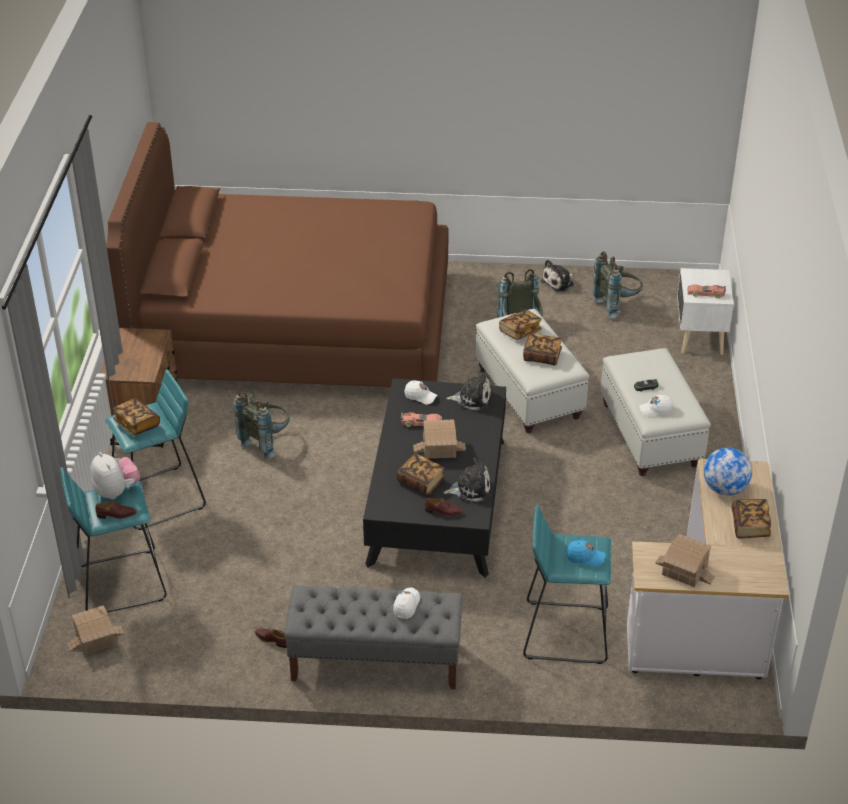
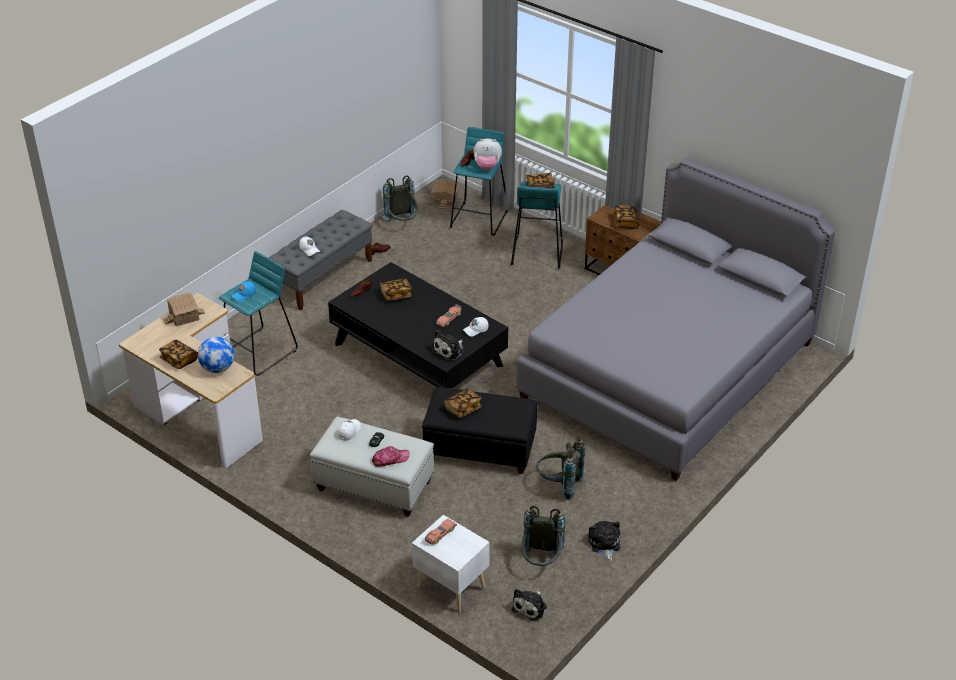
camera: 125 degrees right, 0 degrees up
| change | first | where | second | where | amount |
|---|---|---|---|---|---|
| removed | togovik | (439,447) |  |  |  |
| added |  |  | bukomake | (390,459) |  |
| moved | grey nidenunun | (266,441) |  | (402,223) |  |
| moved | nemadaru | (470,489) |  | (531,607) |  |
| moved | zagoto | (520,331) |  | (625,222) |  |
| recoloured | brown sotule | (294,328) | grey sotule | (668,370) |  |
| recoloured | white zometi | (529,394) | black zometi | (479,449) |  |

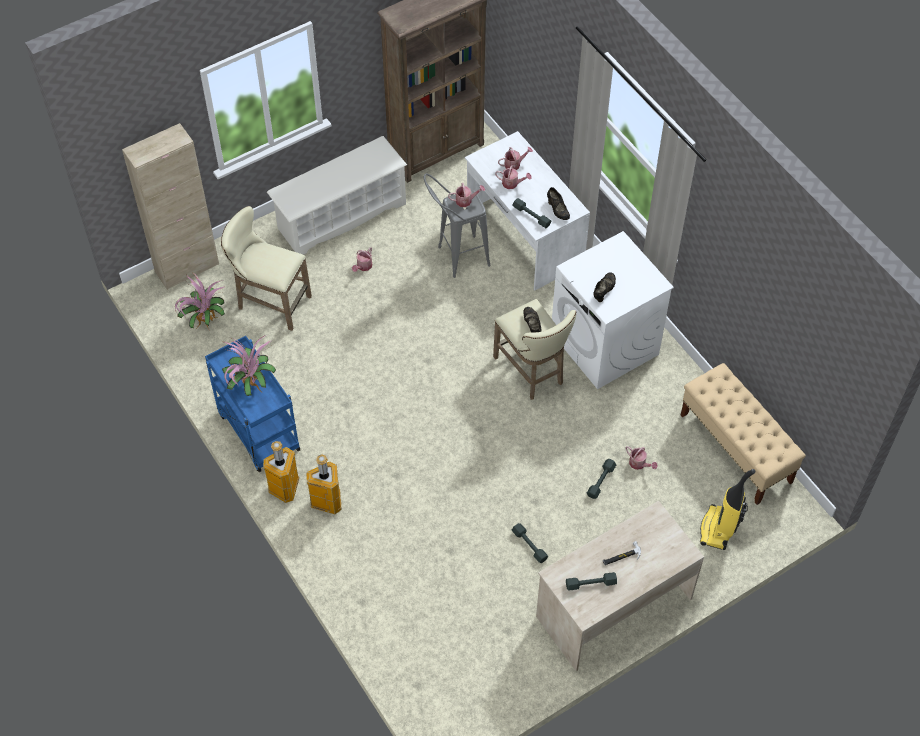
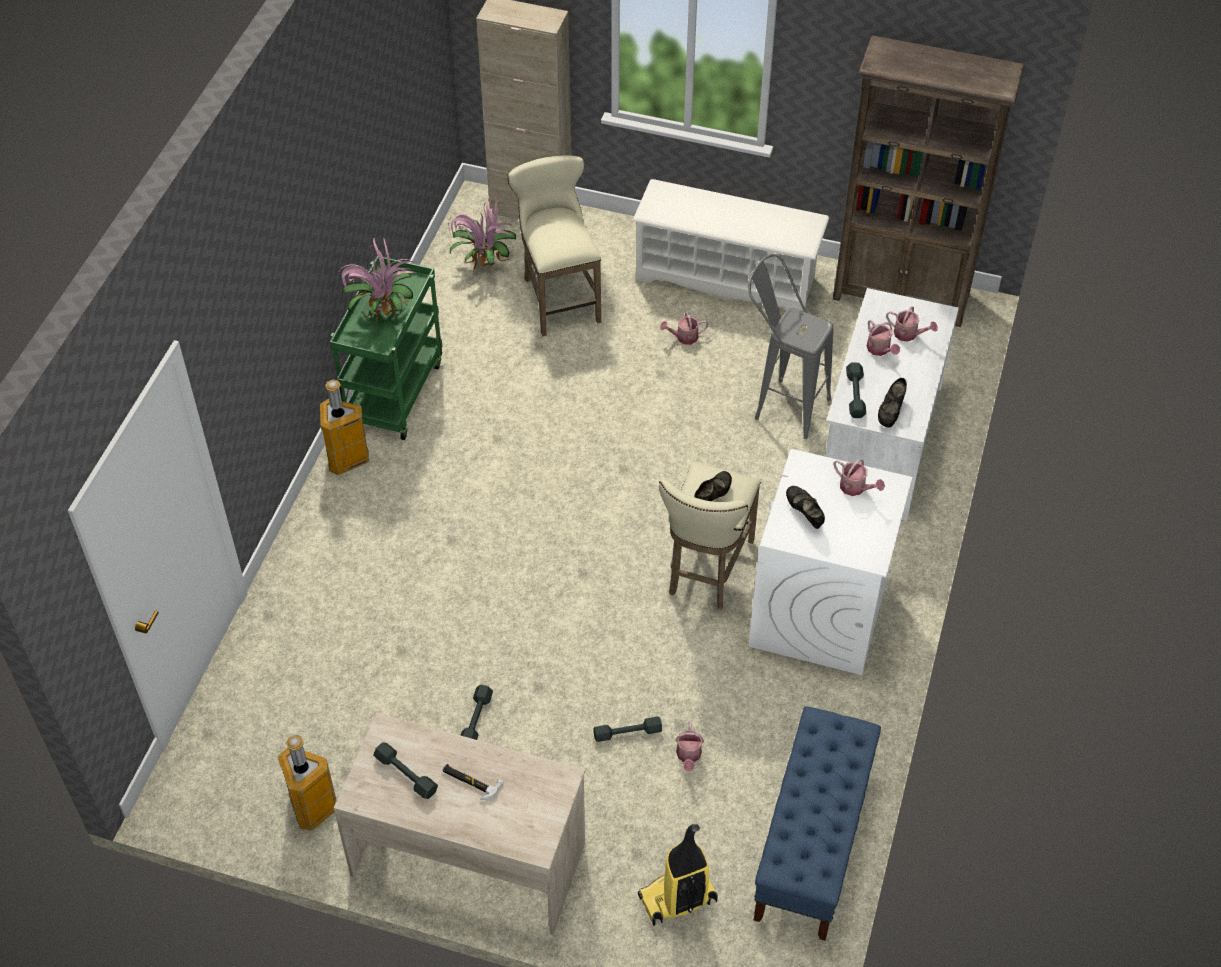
camera: 50 degrees right, 5 degrees down
| change | first | where | second | where | amount |
|---|---|---|---|---|---|
| moved | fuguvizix | (327,502) |  | (311,807) |  |
| moved | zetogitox | (466,200) |  | (855,488) |  |
| recoloured | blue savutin | (257,431) | green savutin | (394,392) |  |
| recoloured | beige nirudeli | (736,448) | blue nirudeli | (812,844) |  |
| turned | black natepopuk | (604,291) |  | (804,513) | 105 degrees counterclockwise |

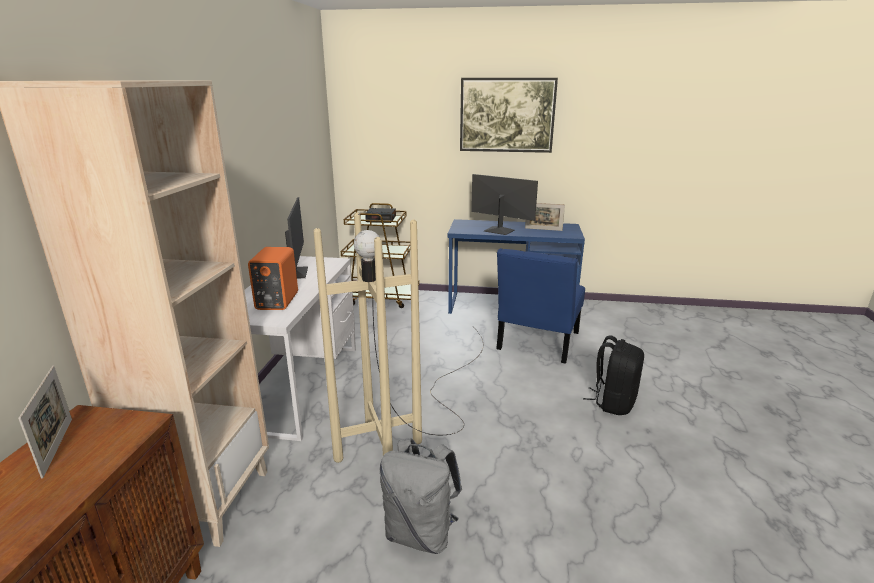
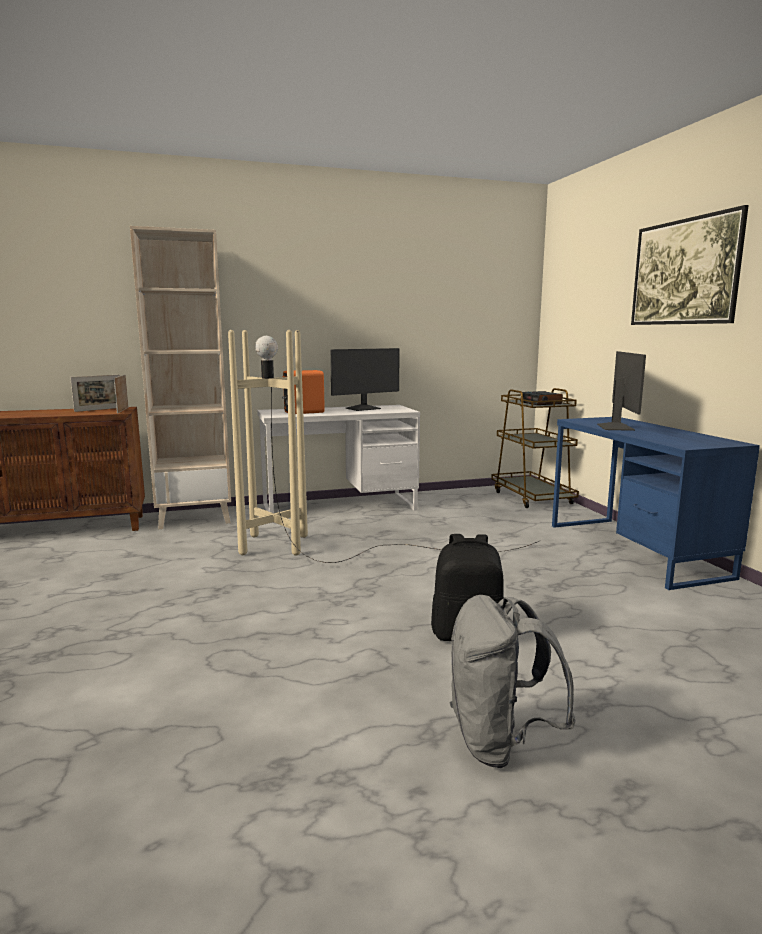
camera: 65 degrees right, 10 degrees down
| change | first | where | second | where | amount |
|---|---|---|---|---|---|
| removed | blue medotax | (536,343) |  |  |  |
| moved | grey nidenunun | (421,533) |  | (500,742) |  |
| moved | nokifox | (543,229) |  | (123,410) |  |

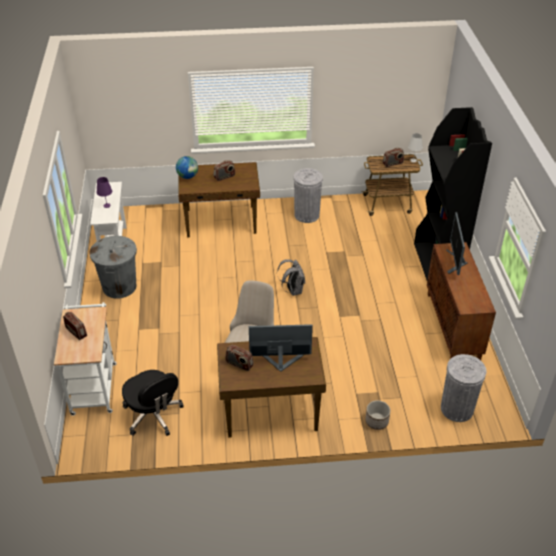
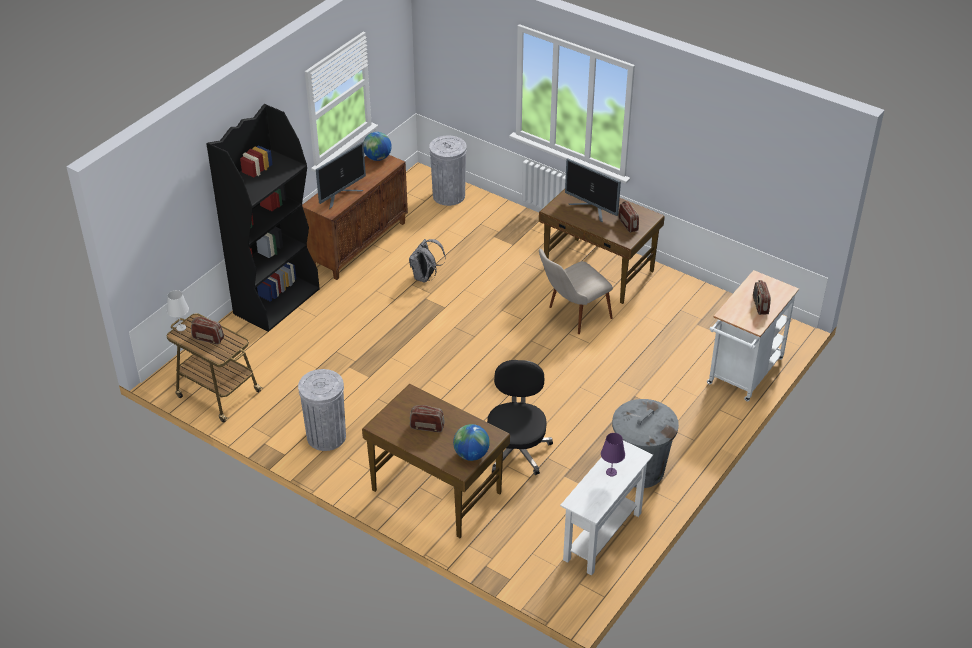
camera: 140 degrees left, 0 degrees up
| change | first | where | second | where | amount |
|---|---|---|---|---|---|
| removed | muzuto | (376,421) |  |  |  |
| added |  |  | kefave | (377,158) |  |
| moved | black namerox | (153,415) |  | (516,449) |  |
| moved | grey nidenunun | (293,290) |  | (425,277) |  |

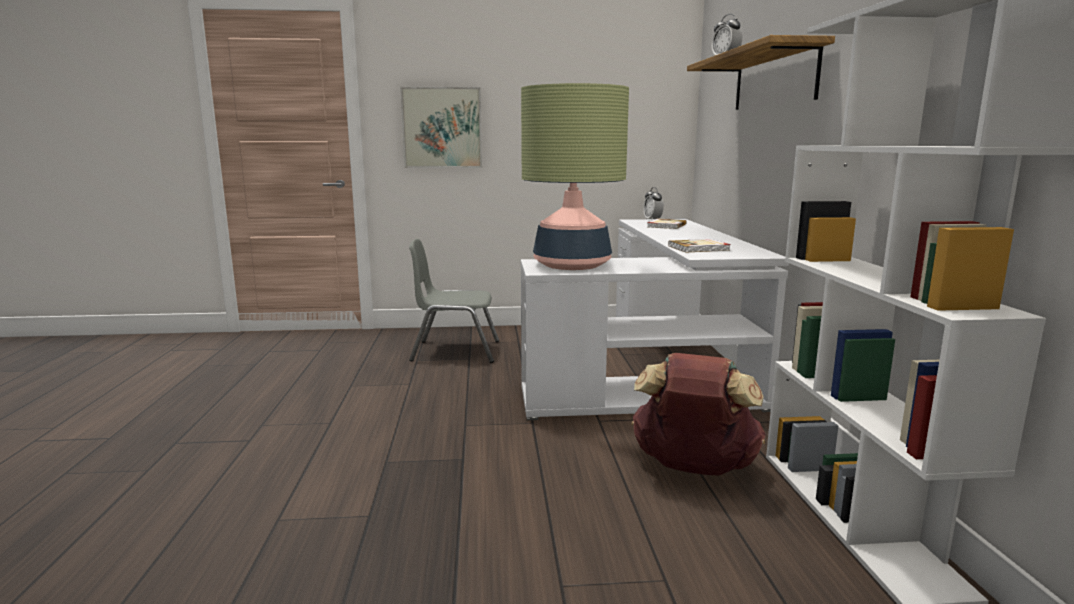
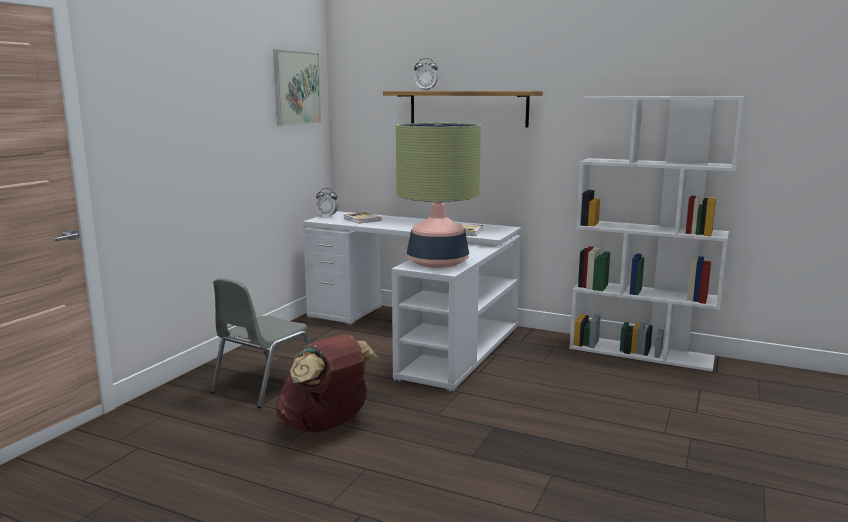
camera: 60 degrees left, 0 degrees up
| change | first | where | second | where | amount |
|---|---|---|---|---|---|
| moved | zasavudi | (442,128) |  | (296,88) |  |
| moved | brown nidenunun | (693,468) |  | (326,425) |  |

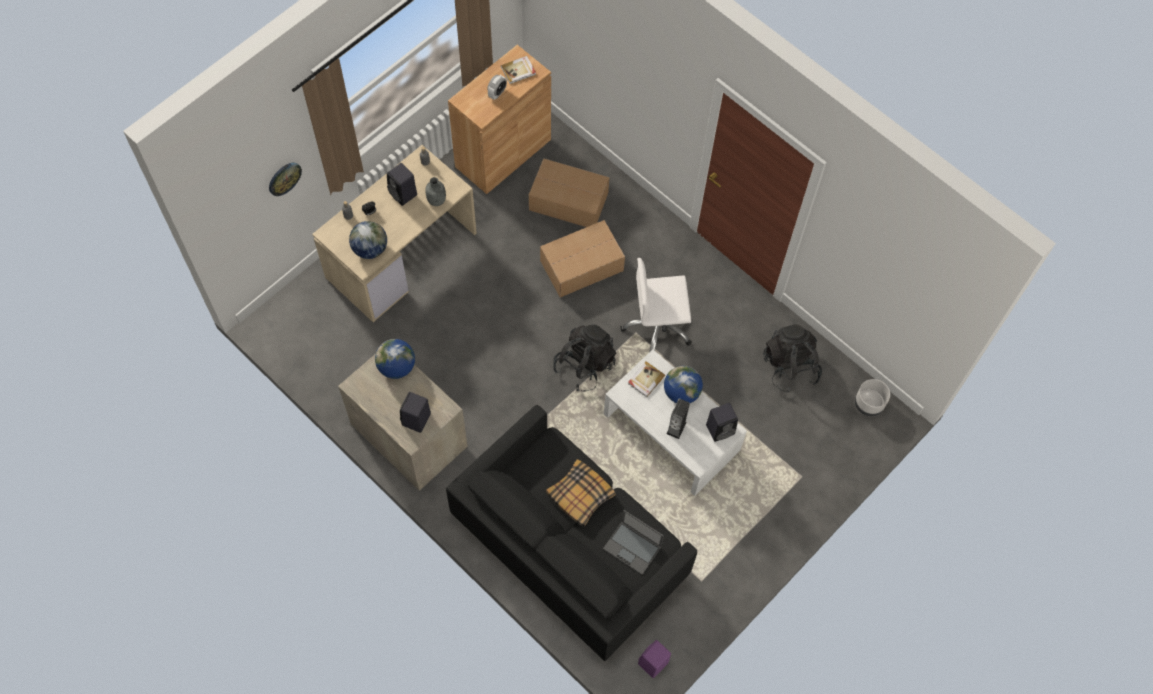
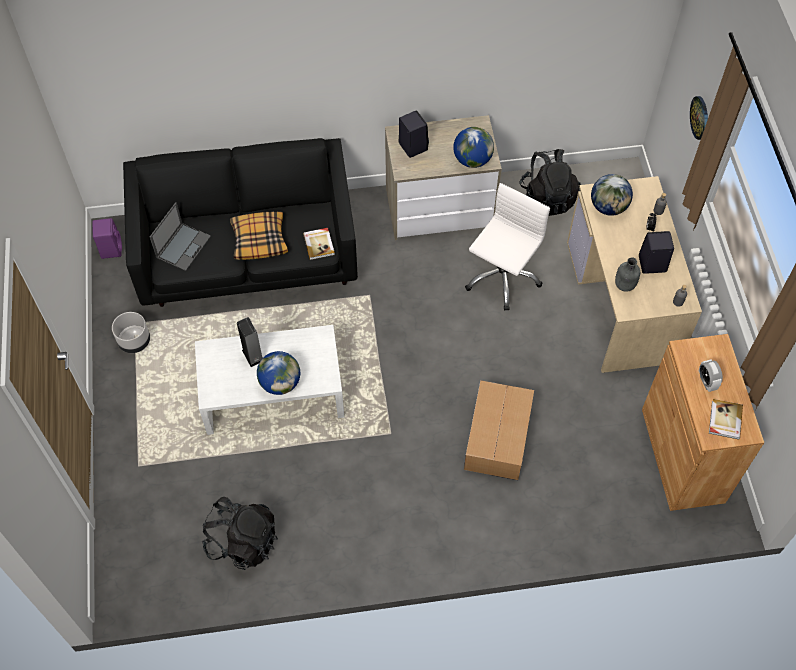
camera: 130 degrees right, 5 degrees down
| change | first | where | second | where | amount |
|---|---|---|---|---|---|
| removed | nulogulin | (569,202) |  |  |  |
| removed | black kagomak | (721,428) |  |  |  |
| moved | black nidenunun | (584,365) |  | (548,198) |  |
| moved | white namerox | (657,327) |  | (502,277) |  |
| moved | zagoto | (645,379) |  | (319,244) |  |
| moved | grey muzuto | (869,404) |  | (134,341) |  |
| turned | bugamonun | (633,548) |  | (183,246) | 135 degrees clockwise |

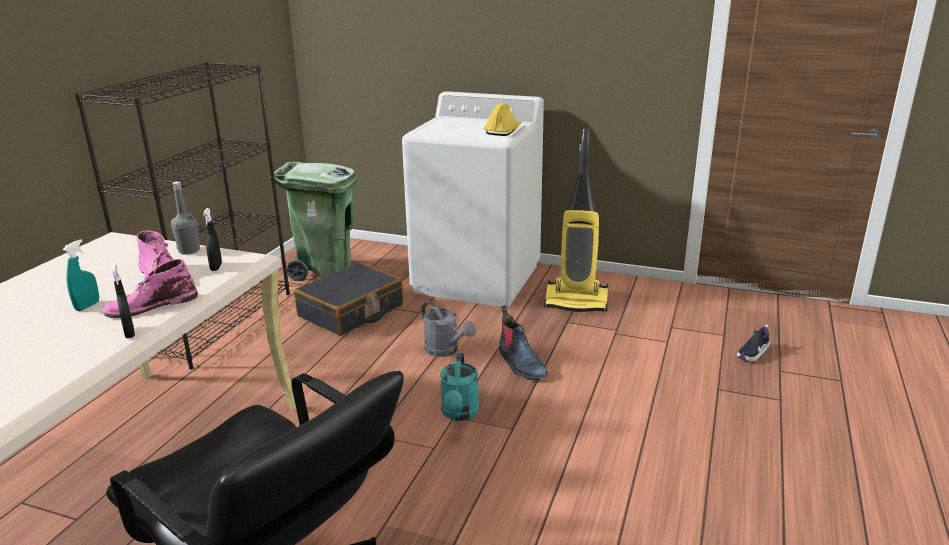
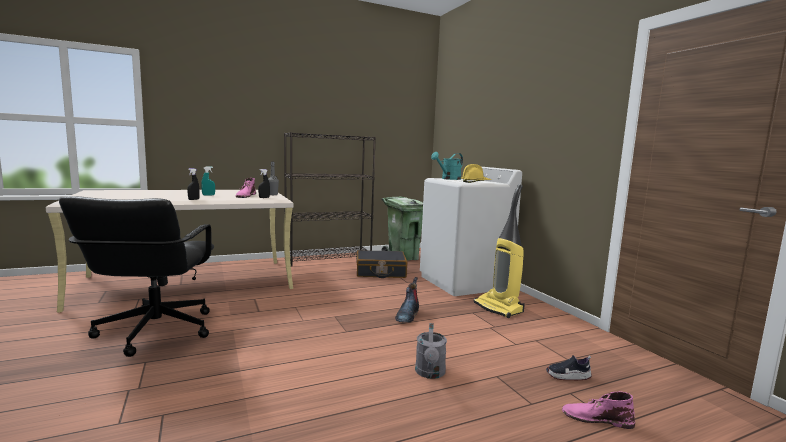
camera: 45 degrees right, 15 degrees down
| change | first | where | second | where | amount |
|---|---|---|---|---|---|
| moved | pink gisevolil | (150,305) |  | (596,418) |  |
| moved | grey zetogitox | (446,350) |  | (430,373) |  |
| moved | turquoise zetogitox | (459,414) |  | (448,179) |  |

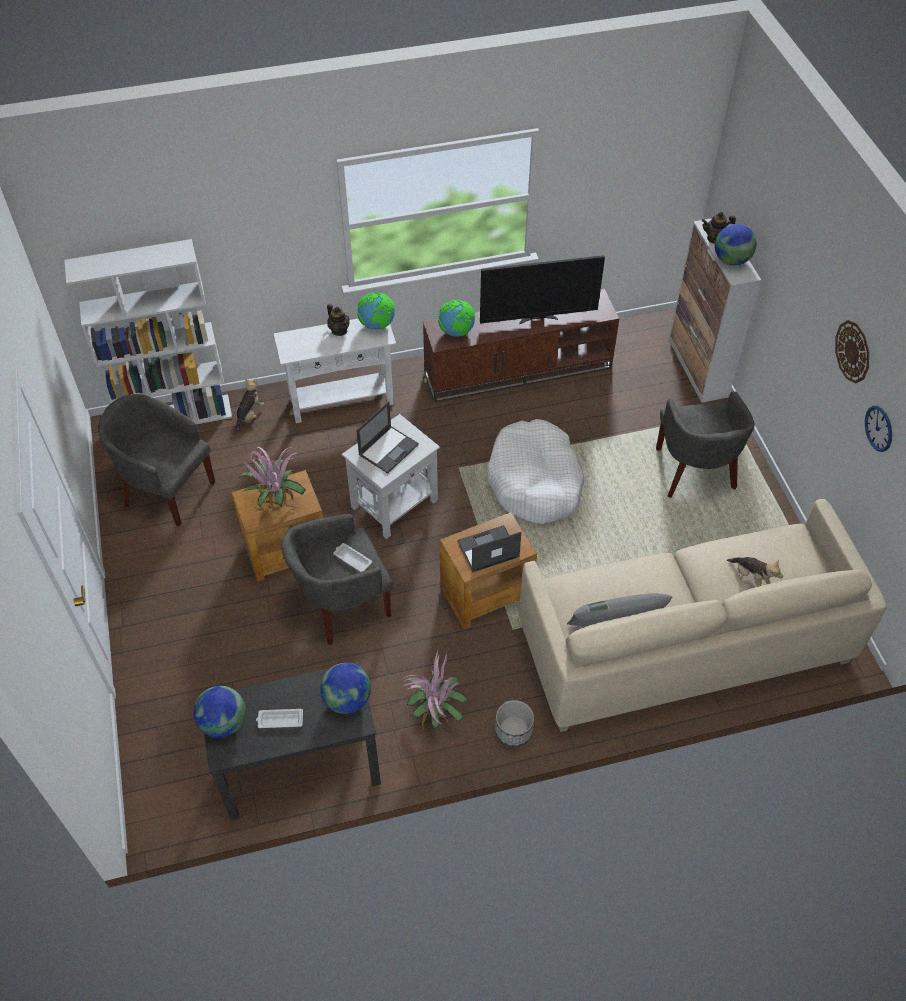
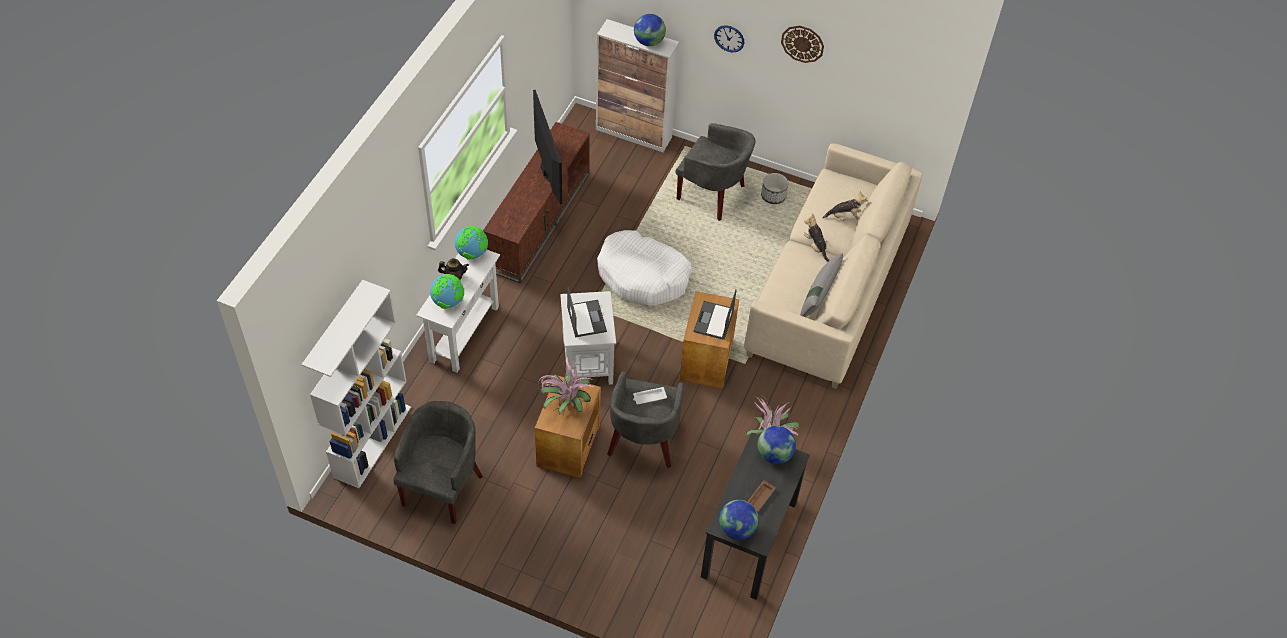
camera: 55 degrees left, 0 degrees up
| change | first | where | second | where | amount |
|---|---|---|---|---|---|
| removed | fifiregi | (715,238) |  |  |  |
| moved | nemadaru | (249,415) |  | (815,246) |  |
| moved | kefave | (457,332) |  | (448,302) |  |
| moved | muzuto | (513,731) |  | (773,196) |  |
| moved | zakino | (879,428) |  | (729,38) |  |
| recoloured | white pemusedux | (279,720) | brown pemusedux | (759,498) |  |
| turned | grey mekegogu | (167,490) |  | (442,487) | 135 degrees clockwise |
| turned | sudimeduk | (538,318) |  | (546,171) | 45 degrees counterclockwise |

